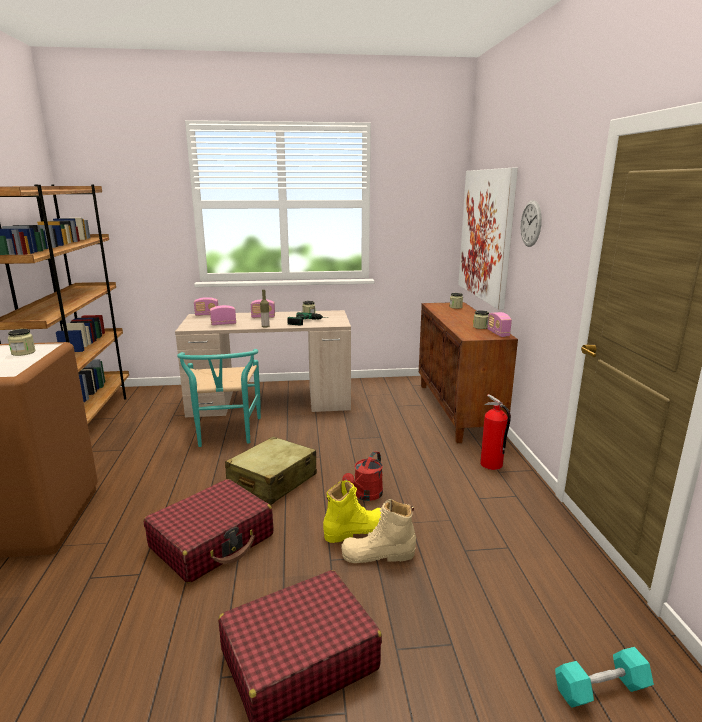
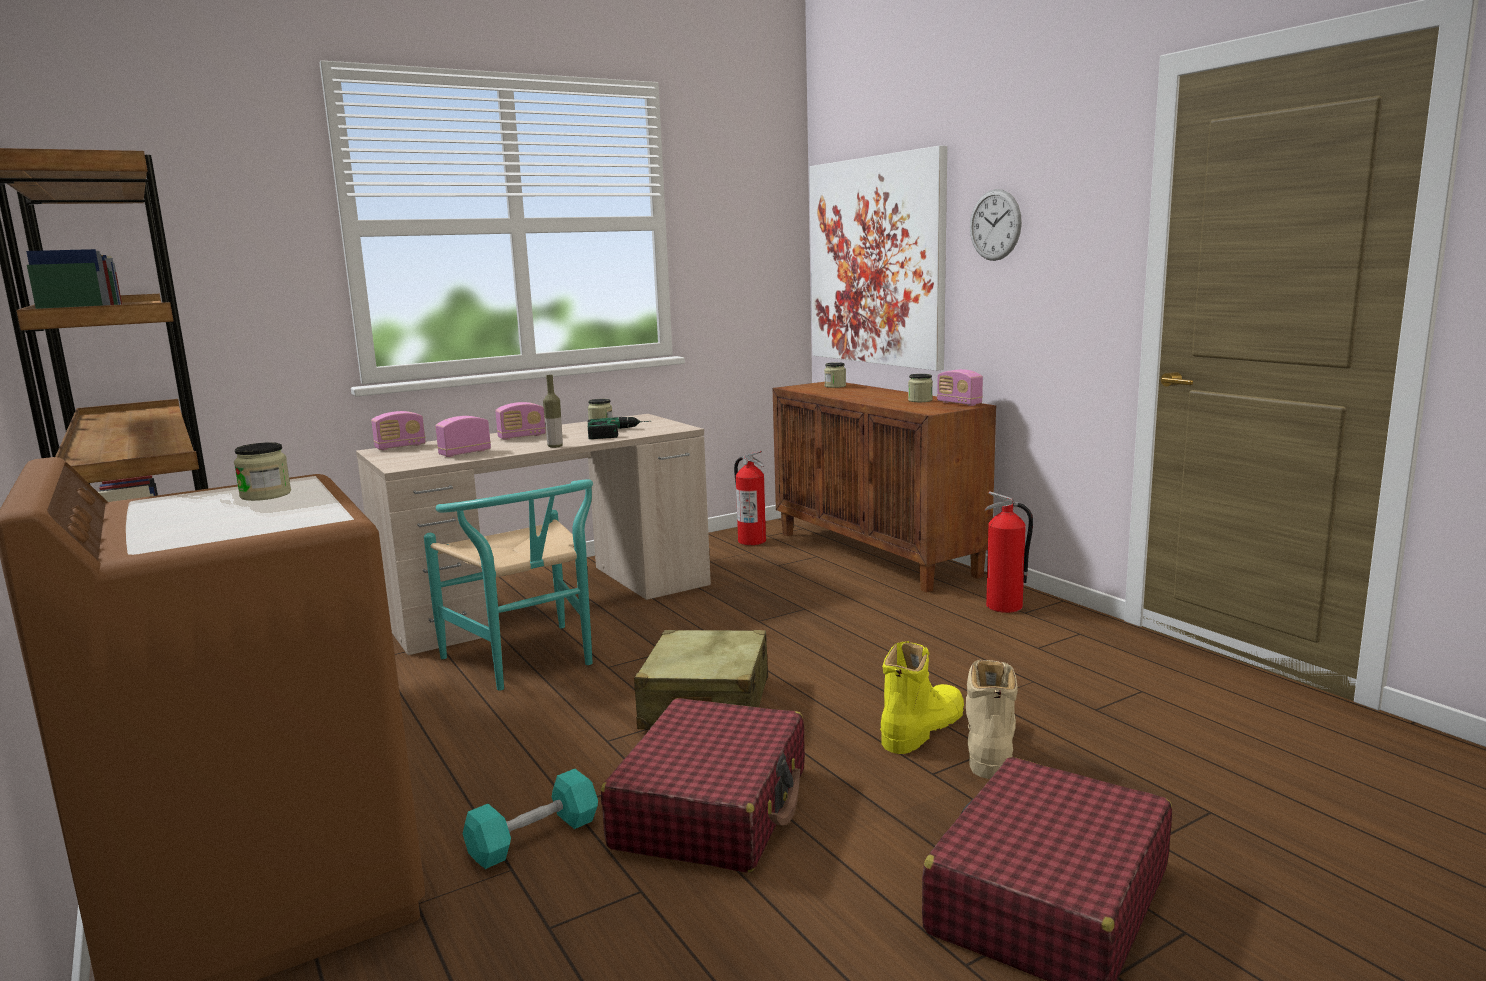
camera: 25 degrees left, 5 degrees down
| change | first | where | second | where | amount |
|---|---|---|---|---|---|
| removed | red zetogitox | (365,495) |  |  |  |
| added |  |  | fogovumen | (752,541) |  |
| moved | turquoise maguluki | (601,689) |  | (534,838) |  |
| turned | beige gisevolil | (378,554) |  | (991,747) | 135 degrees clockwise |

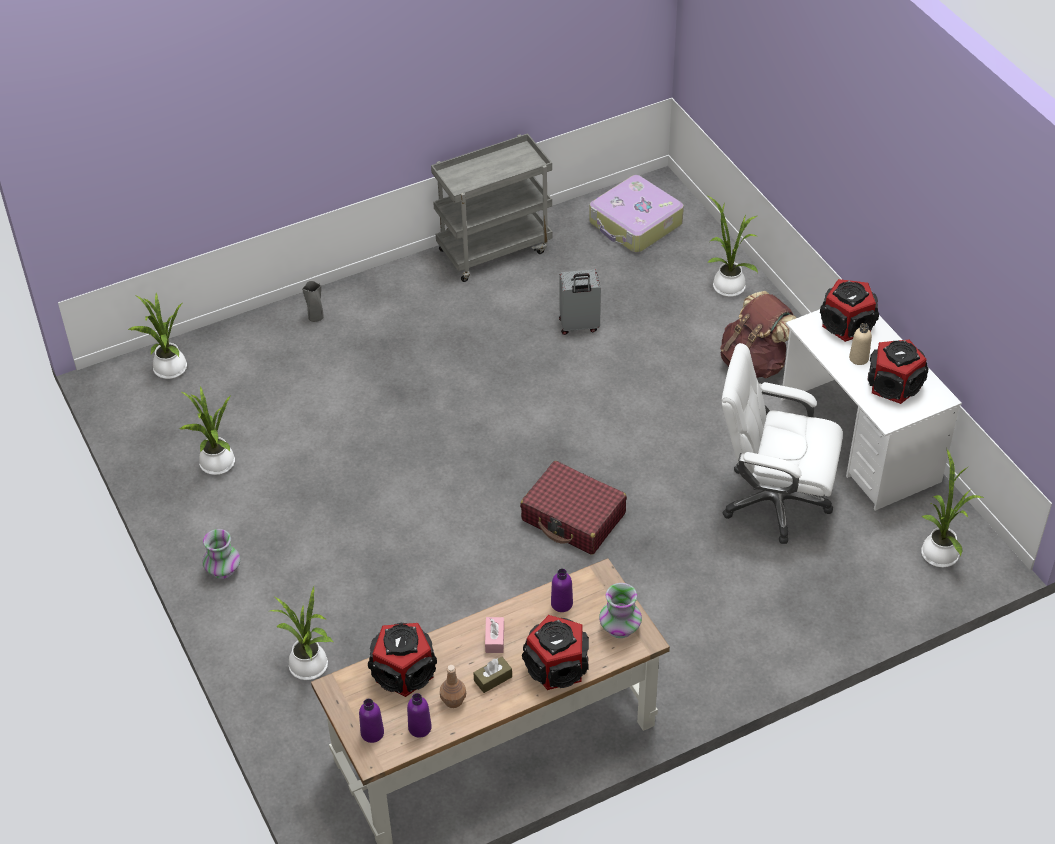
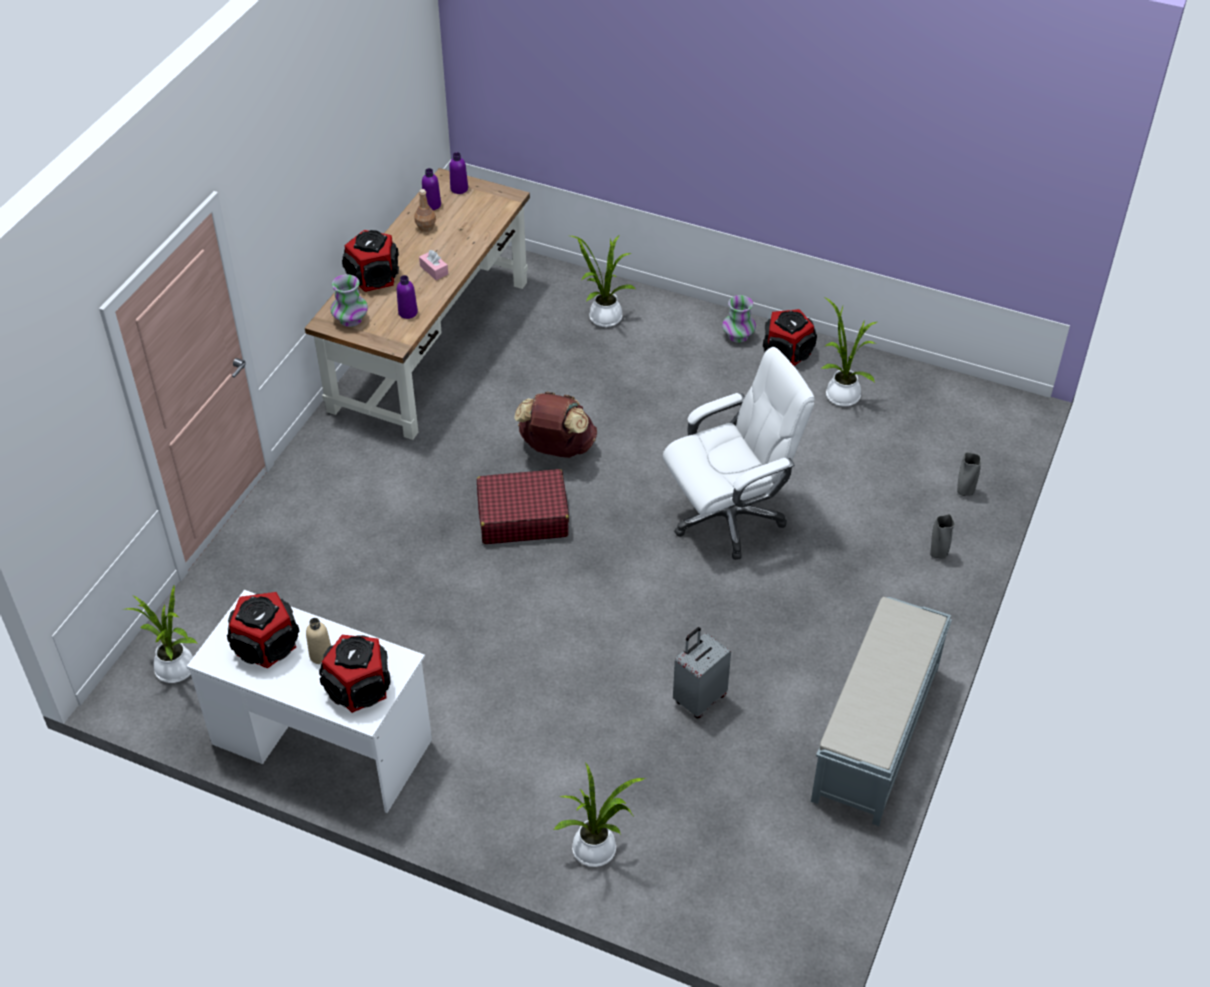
camera: 140 degrees right, 0 degrees up
| change | first | where | second | where | amount |
|---|---|---|---|---|---|
| removed | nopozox | (169,370) |  |  |  |
| removed | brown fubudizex | (493,679) |  |  |  |
| removed | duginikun | (635,224) |  |  |  |
| added |  |  | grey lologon | (964,492) |  |
| moved | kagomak | (403,673) |  | (787,351) |  |
| moved | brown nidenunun | (754,362) |  | (557,449) |  |
| moved | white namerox | (773,501) |  | (729,516) |  |
| replaced | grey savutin | (494,249) | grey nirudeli | (875,735) |  |

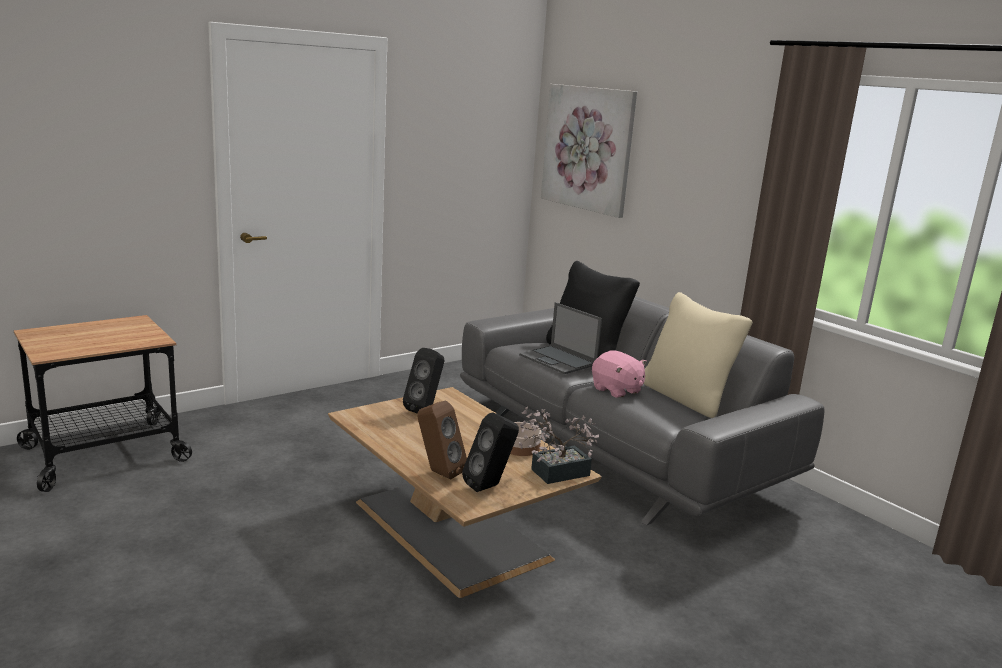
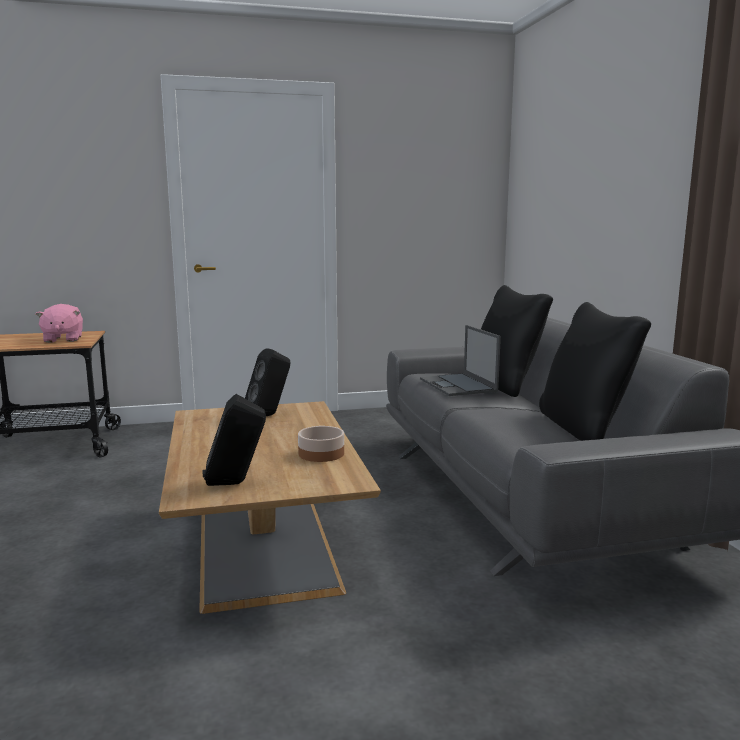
camera: 25 degrees right, 5 degrees down
| change | first | where | second | where | amount |
|---|---|---|---|---|---|
| removed | brown kagomak | (438,472) |  |  |  |
| removed | nopozox | (554,473) |  |  |  |
| removed | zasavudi | (587,148) |  |  |  |
| moved | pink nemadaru | (616,390) |  | (62,339) |  |
| recoloured | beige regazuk | (686,398) | black regazuk | (584,428) |  |

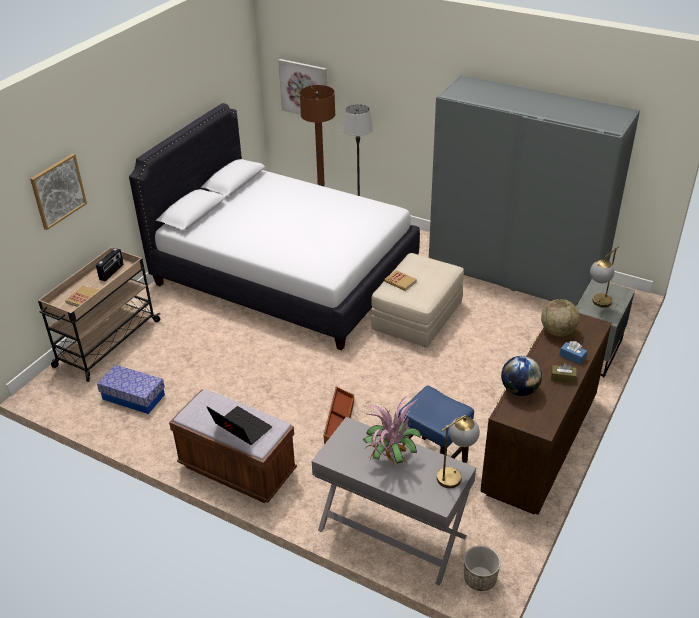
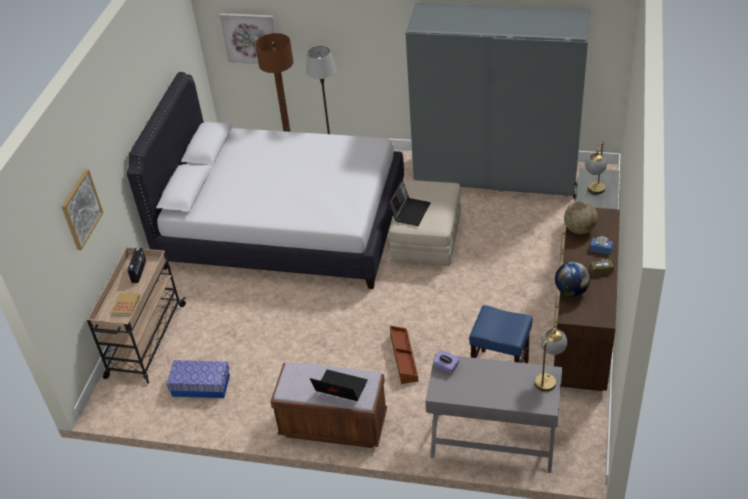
camera: 15 degrees left, 5 degrees up
| change | first | where | second | where | amount |
|---|---|---|---|---|---|
| removed | nopozox | (390,458) |  |  |  |
| removed | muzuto | (479,578) |  |  |  |
| added |  |  | purple fubudizex | (446,367) |  |
| replaced | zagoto | (400,281) | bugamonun | (410,211) |  |

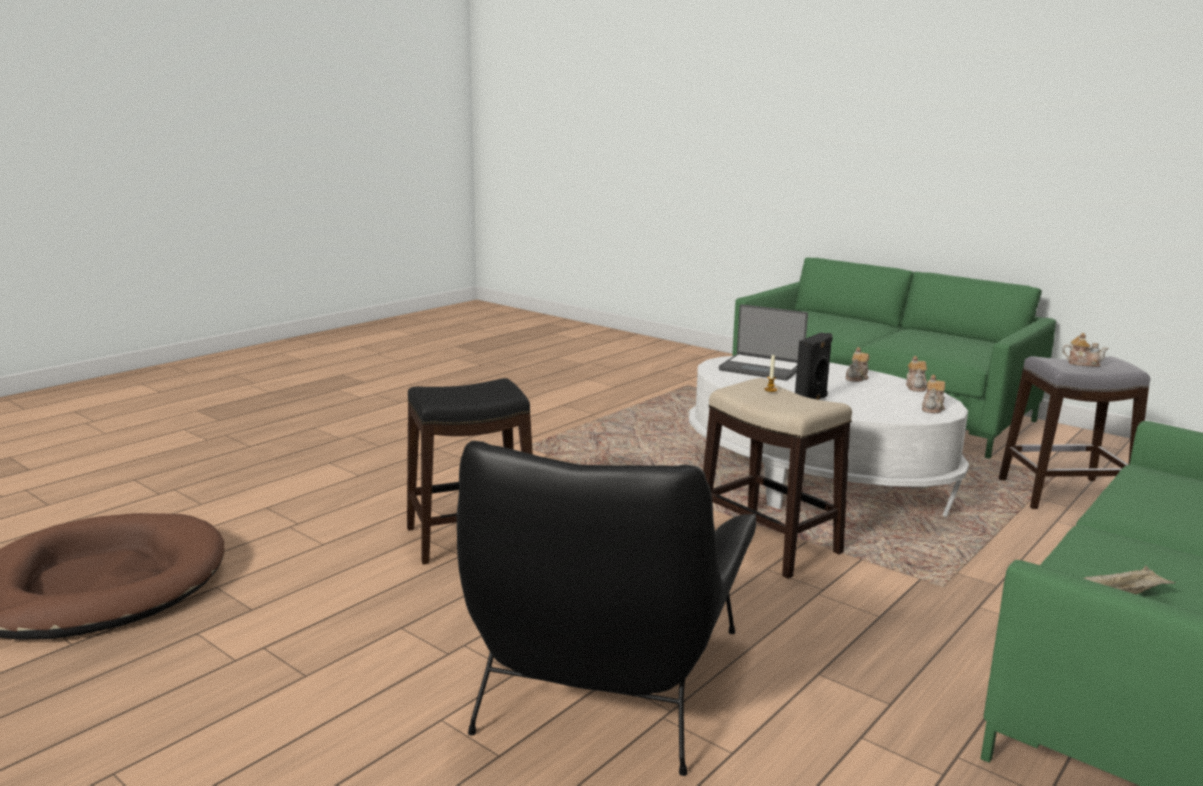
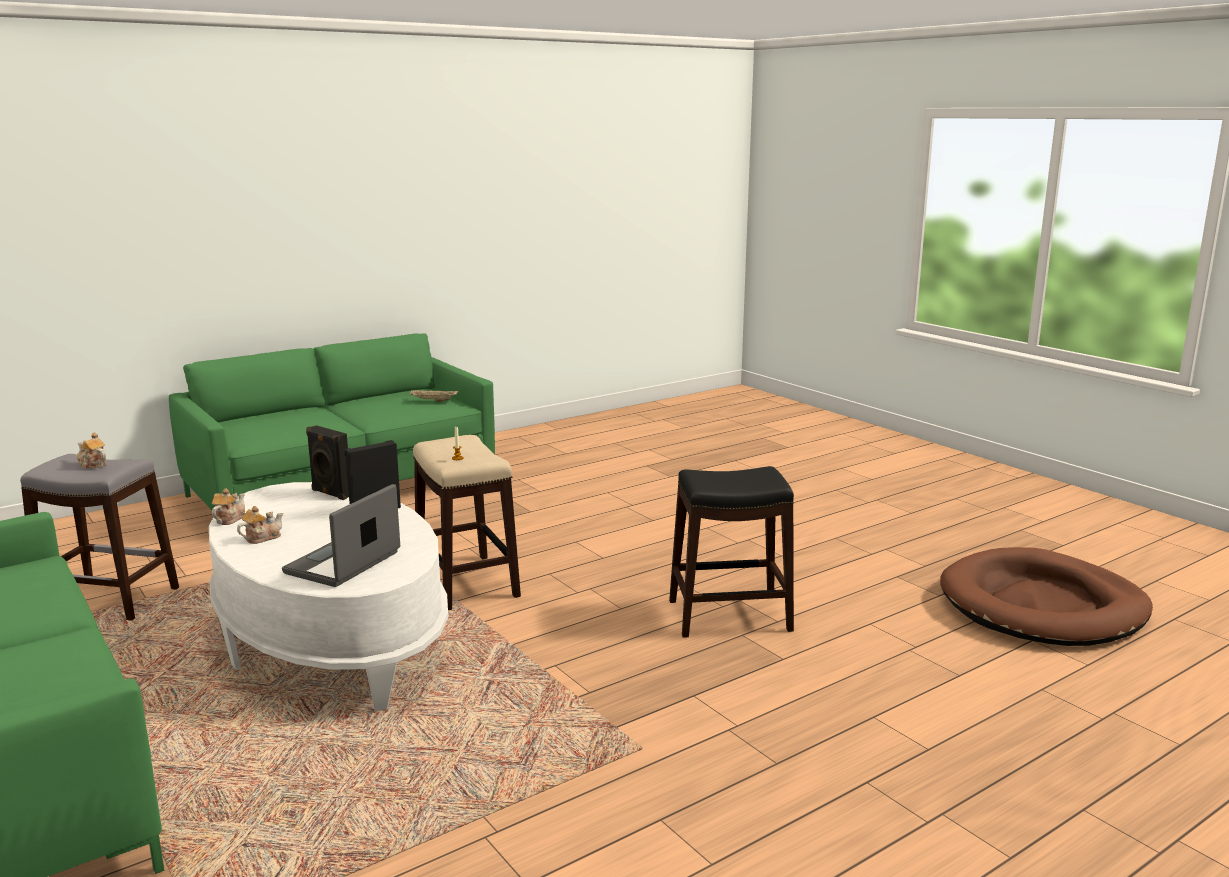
camera: 165 degrees left, 0 degrees up
| change | first | where | second | where | amount |
|---|---|---|---|---|---|
| removed | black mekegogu | (607,678) |  |  |  |
| removed | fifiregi | (932,408) |  |  |  |
| added |  |  | black kagomak | (330,494) |  |
| turned | bugamonun | (762,368) |  | (344,563) | 105 degrees counterclockwise |

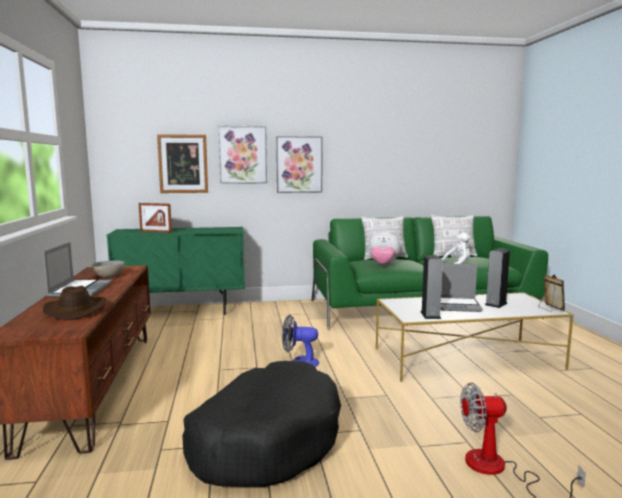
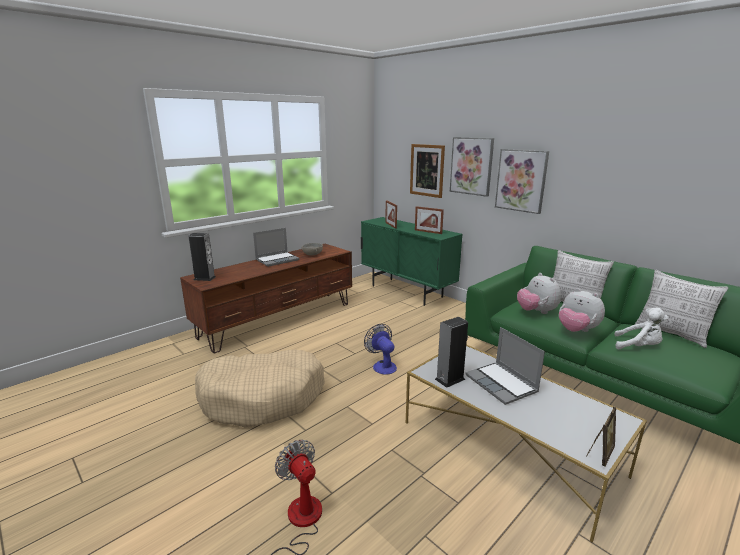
camera: 55 degrees right, 10 degrees up
| change | first | where | second | where | amount |
|---|---|---|---|---|---|
| removed | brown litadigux | (76,310) |  |  |  |
| added |  |  | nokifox | (428,232) |  |
| added |  |  | nemadaru | (576,330) |  |
| moved | kagomak | (496,304) |  | (204,278) |  |
| recoloured | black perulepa | (265,440) | beige perulepa | (263,397) |  |

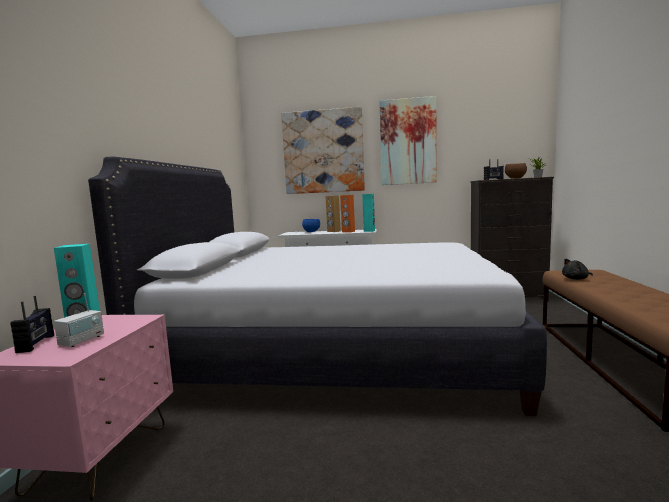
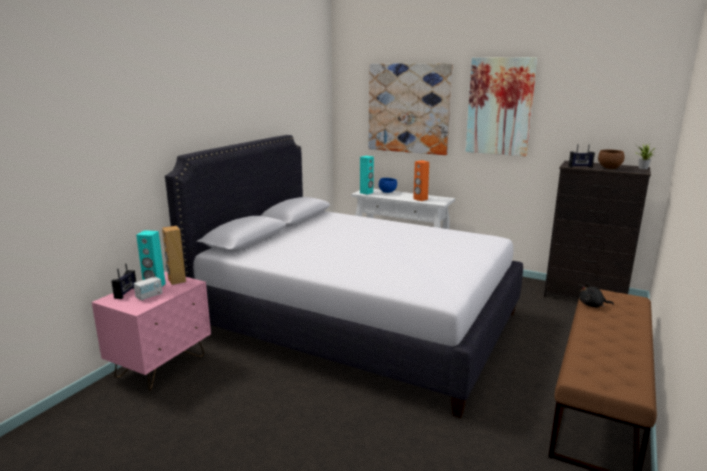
camera: 20 degrees right, 10 degrees up
| change | first | where | second | where | amount |
|---|---|---|---|---|---|
| moved | brown kagomak | (333,231) |  | (176,281) |  |
| moved | turquoise kagomak | (369,231) |  | (366,192) |  |

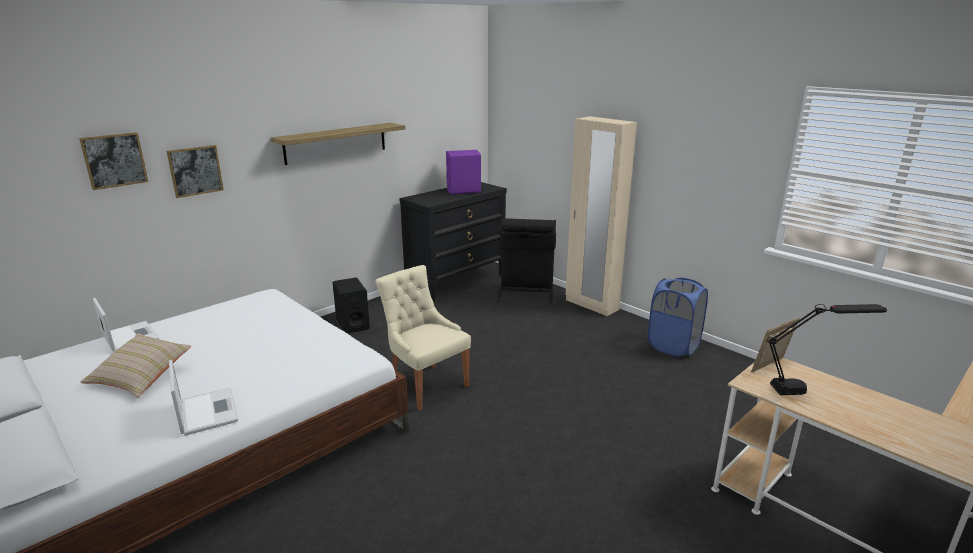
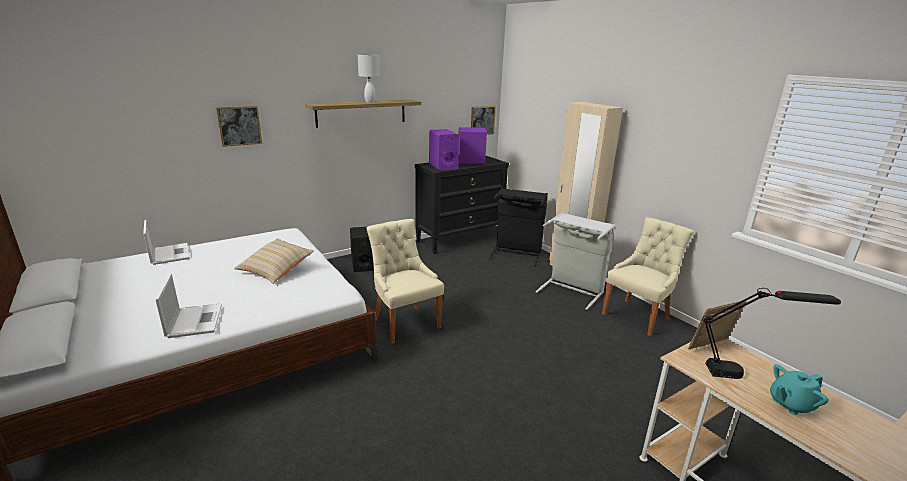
camera: 10 degrees right, 0 degrees up
| change | first | where | second | where | amount |
|---|---|---|---|---|---|
| added |  |  | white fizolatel | (369,102) |  |
| added |  |  | purple kagomak | (443,166) |  |
| added |  |  | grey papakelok | (572,290) |  |
| added |  |  | turquoise fifiregi | (791,404) |  |
| moved | zasavudi | (114,160) |  | (482,120) |  |
| moved | beige regazuk | (141,377) |  | (276,270) |  |
| replaced | blue papakelok | (673,346) | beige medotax | (638,316) |  |

